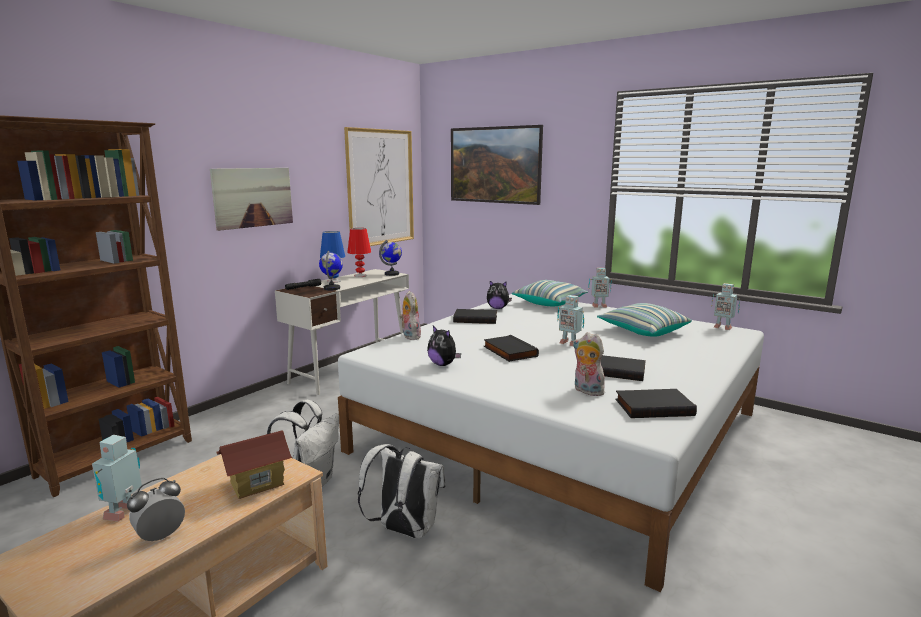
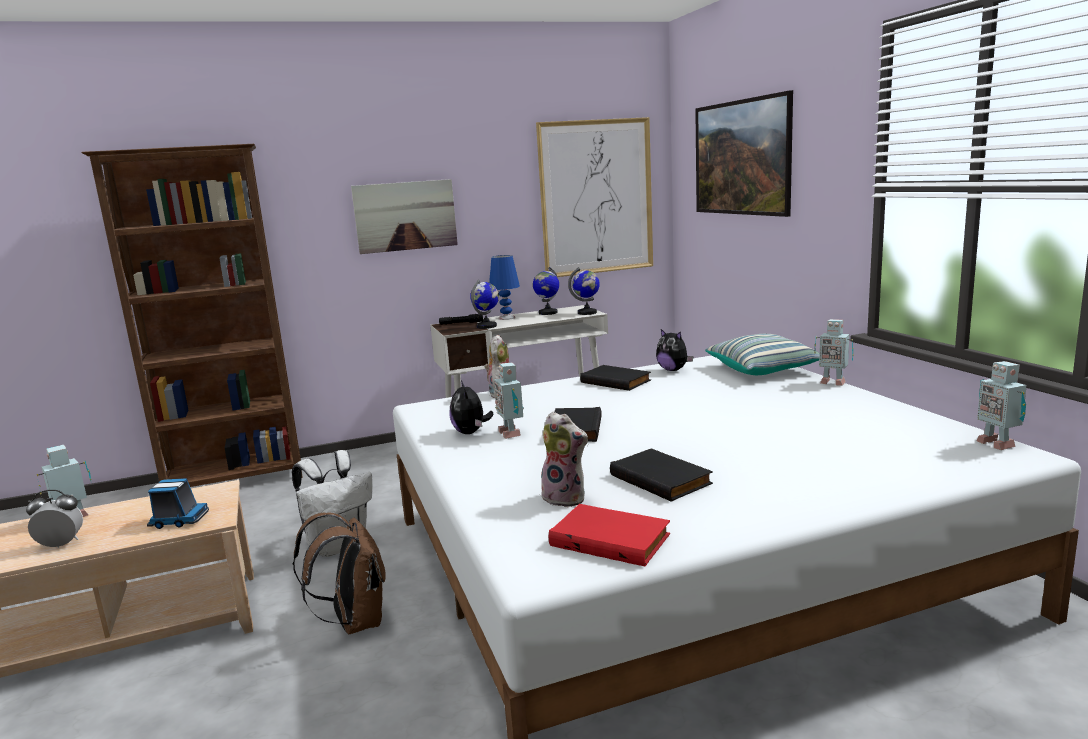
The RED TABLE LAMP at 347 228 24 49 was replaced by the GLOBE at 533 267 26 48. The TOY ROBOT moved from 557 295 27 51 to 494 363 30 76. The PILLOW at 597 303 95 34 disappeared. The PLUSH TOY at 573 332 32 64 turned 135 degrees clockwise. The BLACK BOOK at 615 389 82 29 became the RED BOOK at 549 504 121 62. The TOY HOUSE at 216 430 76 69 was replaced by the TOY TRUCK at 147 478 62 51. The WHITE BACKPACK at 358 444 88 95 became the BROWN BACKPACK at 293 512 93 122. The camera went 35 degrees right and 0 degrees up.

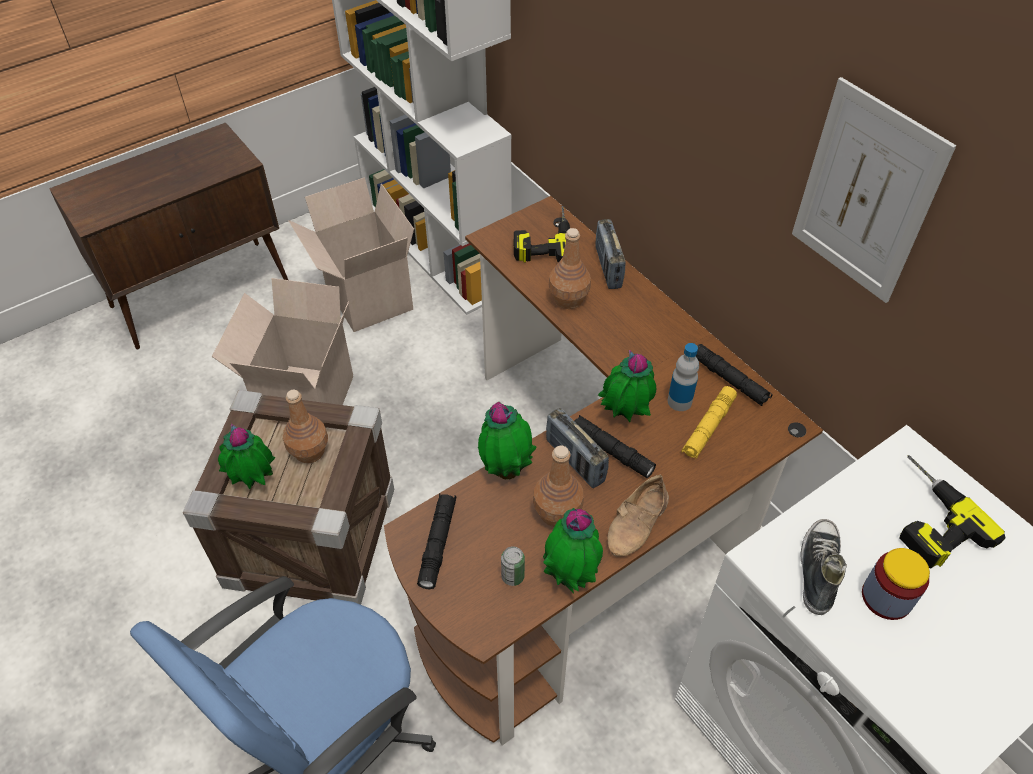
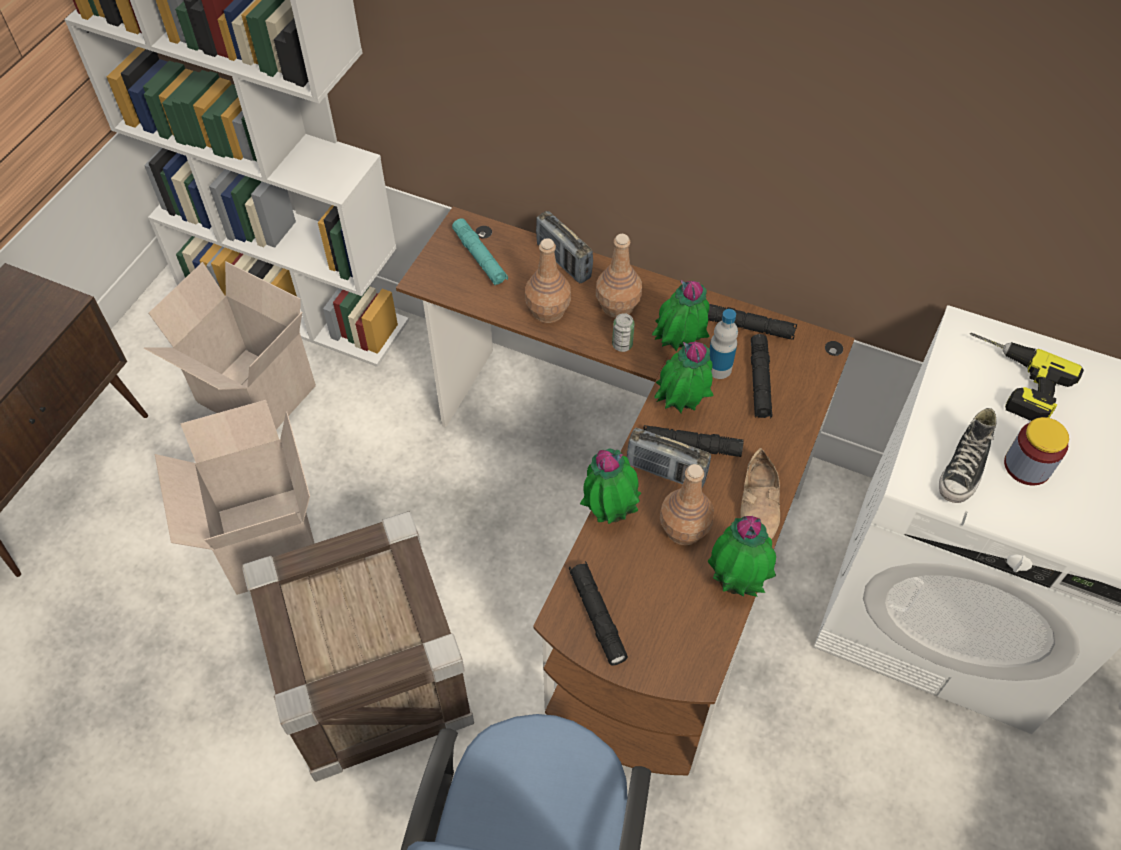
The PICTURE at 792 77 164 226 disappeared. The POWER DRILL at 514 206 56 57 was replaced by the TURQUOISE FLASHLIGHT at 452 218 56 67. The YELLOW FLASHLIGHT at 681 386 56 74 became the BLACK FLASHLIGHT at 751 334 21 84. The BROWN BOTTLE moved from 283 390 45 73 to 596 234 46 84. The POTTED PLANT moved from 218 424 57 65 to 652 280 58 72. The SHOE at 800 519 47 96 turned 135 degrees counterclockwise. The CAN moved from 501 546 24 40 to 612 313 23 39. The camera went 30 degrees left and 5 degrees up.

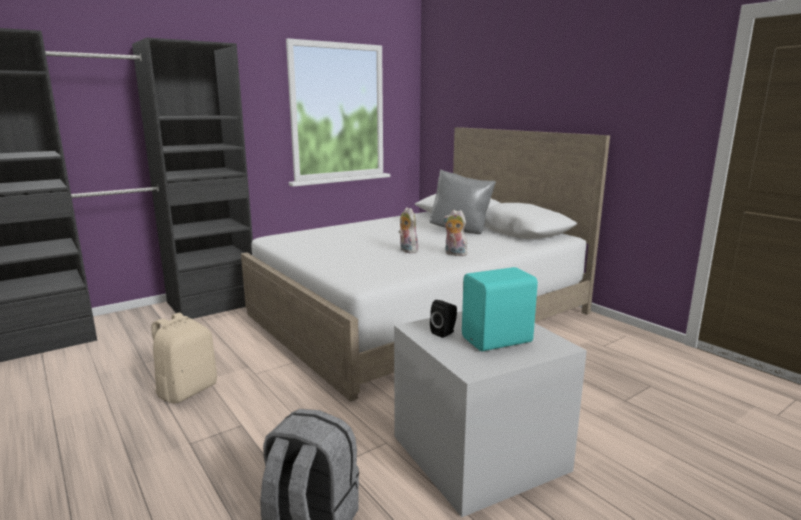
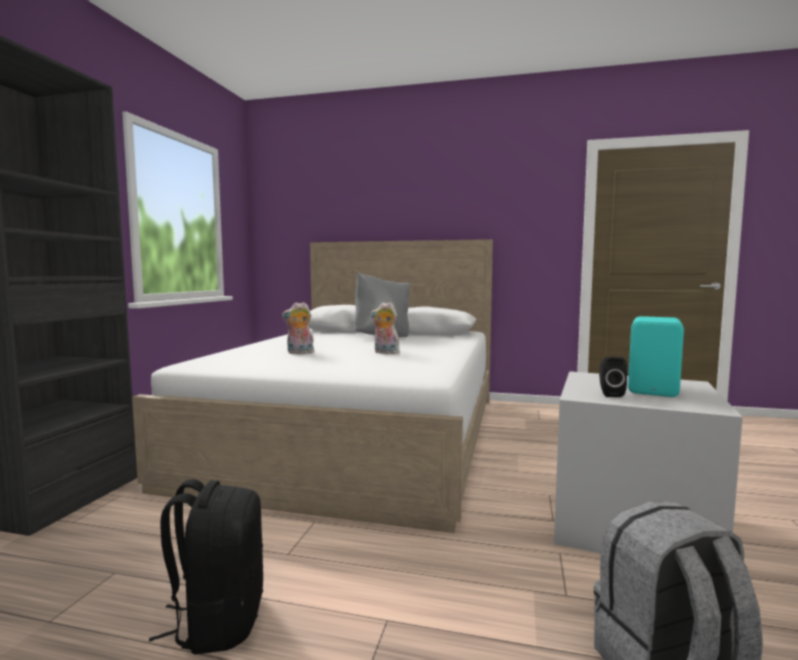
The PLUSH TOY moved from 443 210 24 46 to 282 302 32 52. The BEIGE BACKPACK at 151 313 66 90 became the BLACK BACKPACK at 149 479 114 176. The camera went 40 degrees left and 10 degrees down.

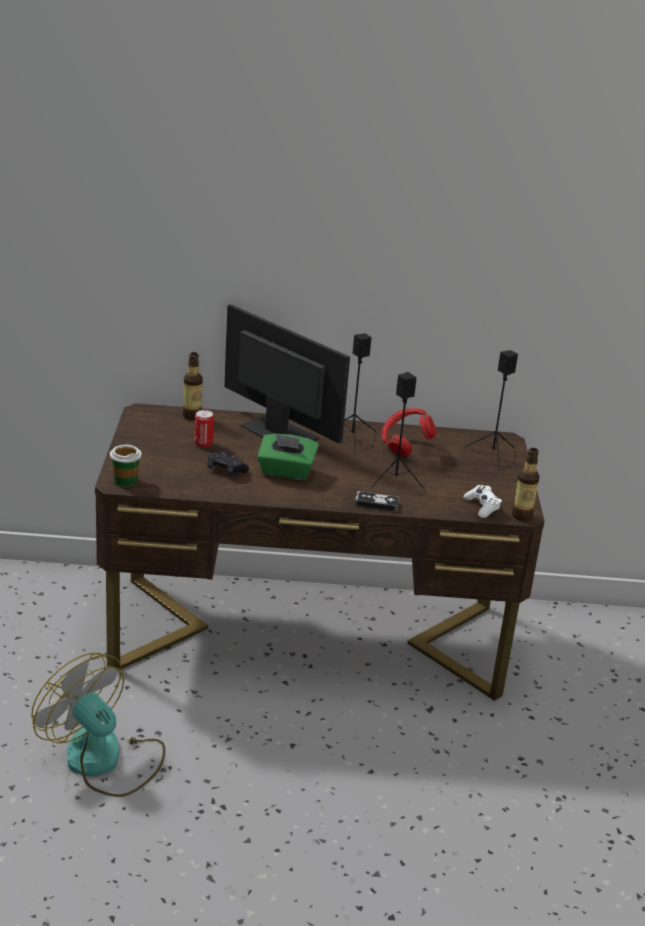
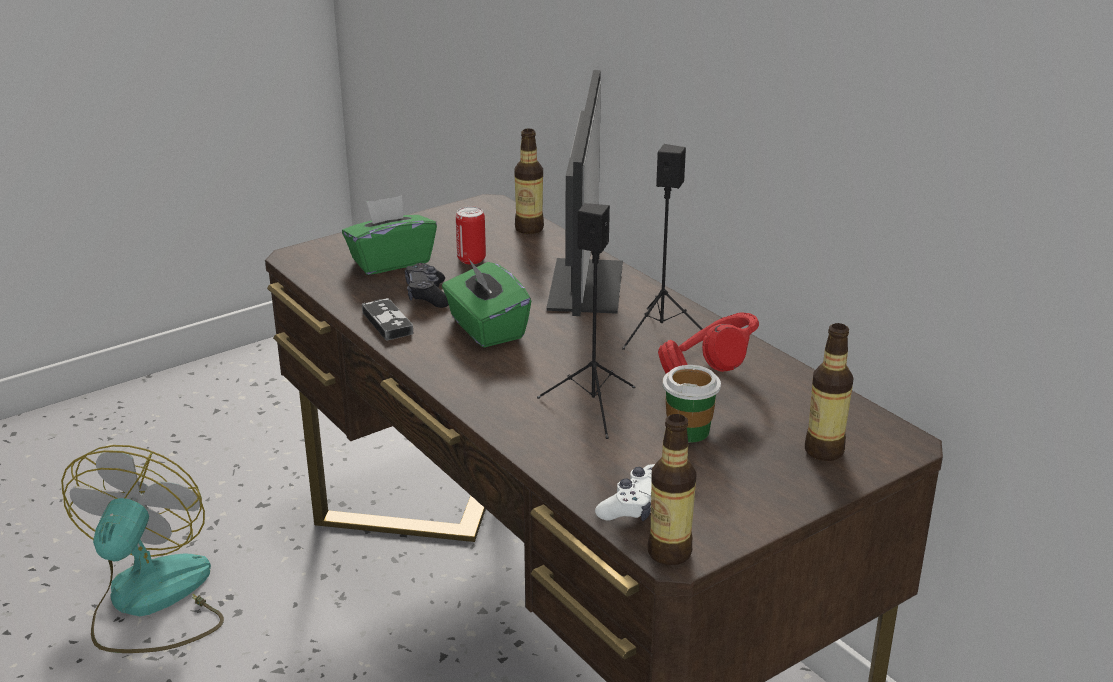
The BLACK SPEAKER at 464 350 54 121 was replaced by the BOTTLE at 805 323 49 138. The CUP moved from 110 445 32 42 to 662 365 59 78. The GAME CONTROLLER moved from 354 491 45 21 to 362 298 51 43. The GREEN TISSUE BOX at 342 195 95 80 appeared. The camera went 55 degrees right and 0 degrees up.

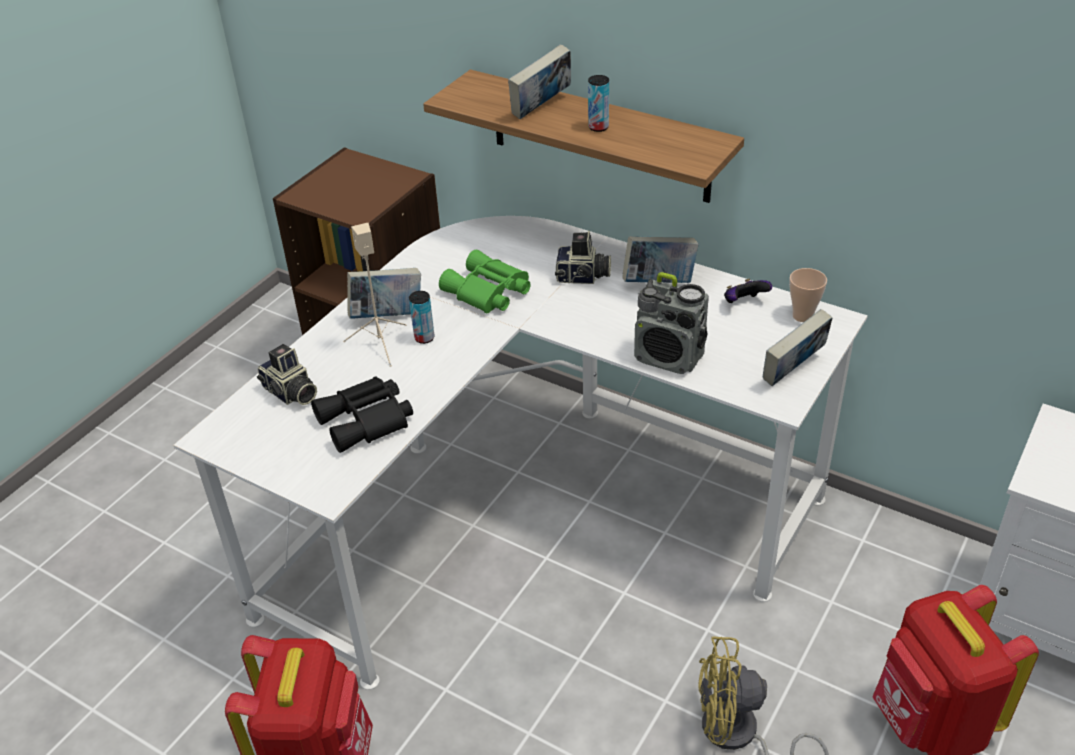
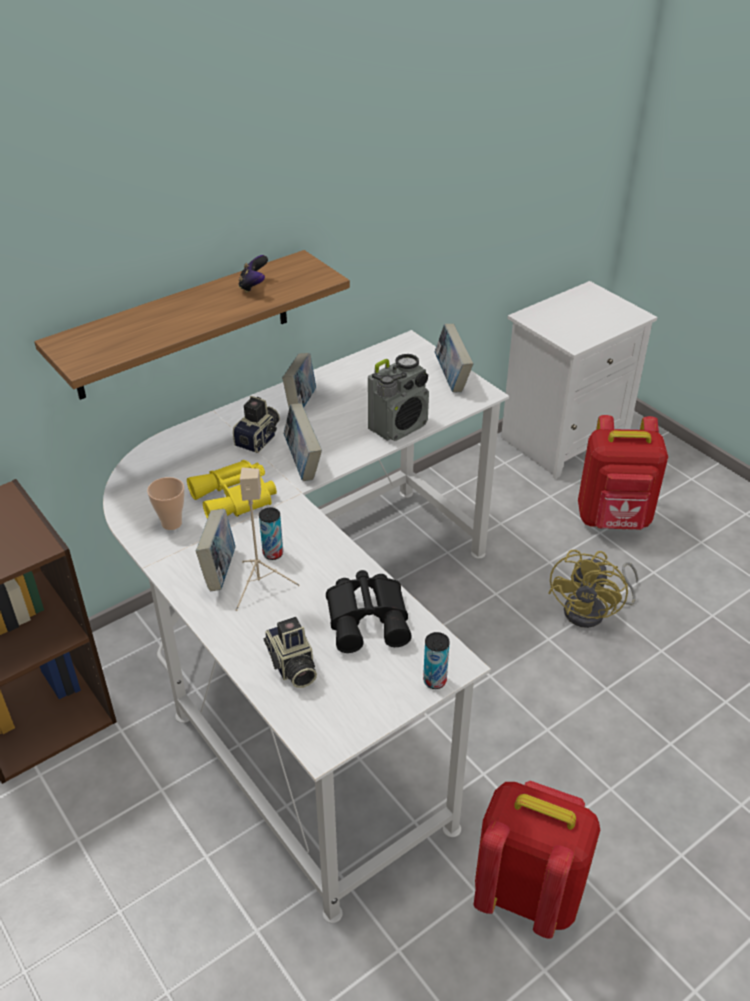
The BOOK moved from 508 44 63 75 to 284 404 38 77. The CAN moved from 588 75 21 57 to 423 632 27 57. The GREEN BINOCULARS at 439 250 92 63 became the YELLOW BINOCULARS at 187 460 90 59. The CUP moved from 789 268 38 54 to 147 477 38 53. The GAME CONTROLLER moved from 724 279 48 24 to 238 255 30 38. The PHOTO CAMERA at 257 344 60 61 turned 90 degrees clockwise. The camera went 70 degrees left and 0 degrees up.

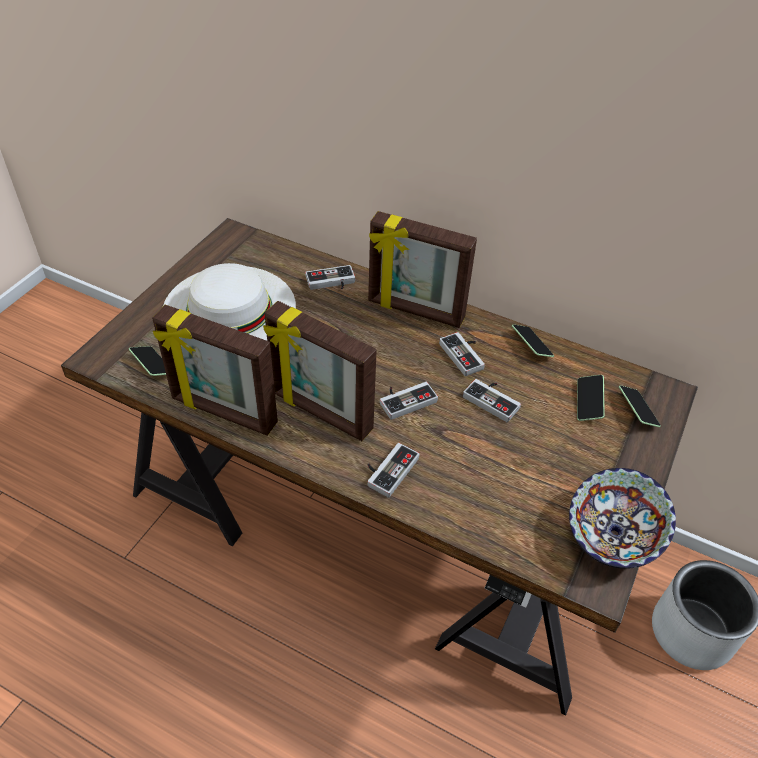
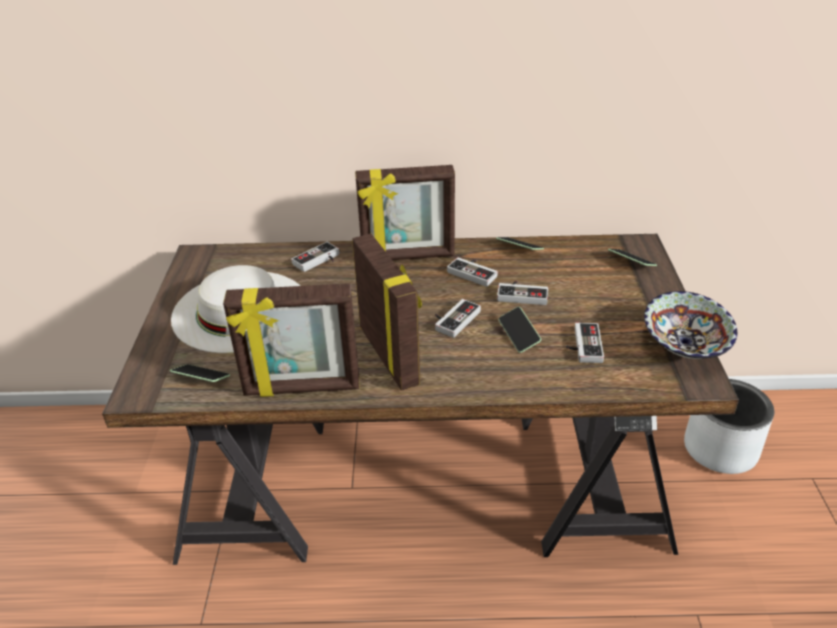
The PICTURE FRAME at 263 301 114 140 turned 120 degrees counterclockwise. The PHONE moved from 577 375 28 46 to 498 307 43 46. The GAME CONTROLLER moved from 367 443 52 55 to 566 322 38 41. The camera went 25 degrees left and 10 degrees down.

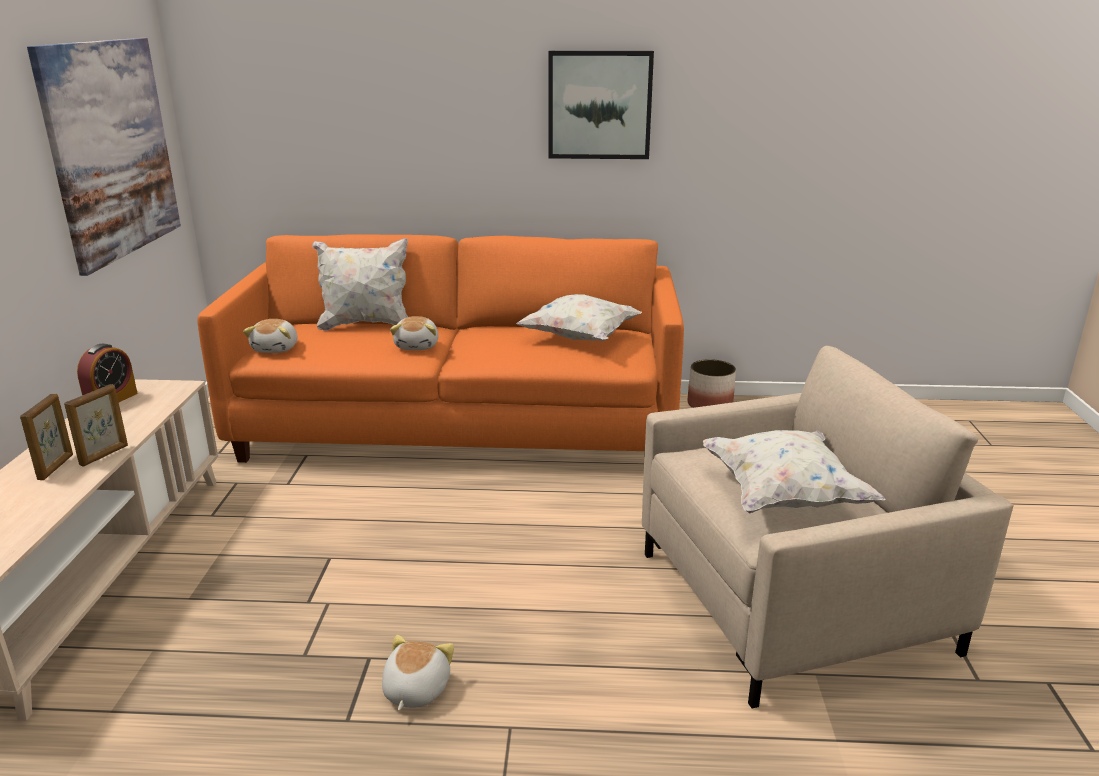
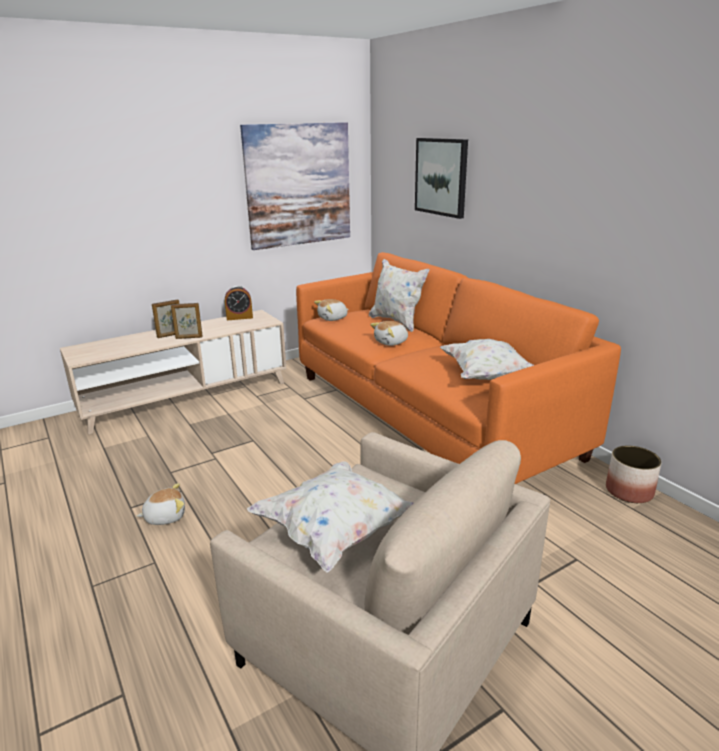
The PICTURE moved from 548 51 106 108 to 415 138 53 81. The camera went 55 degrees right and 0 degrees up.

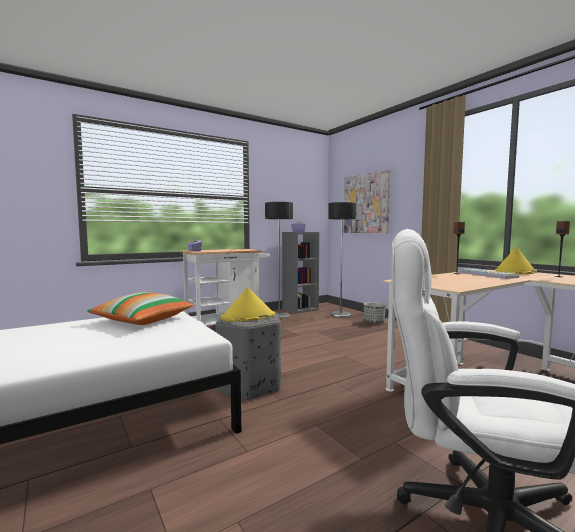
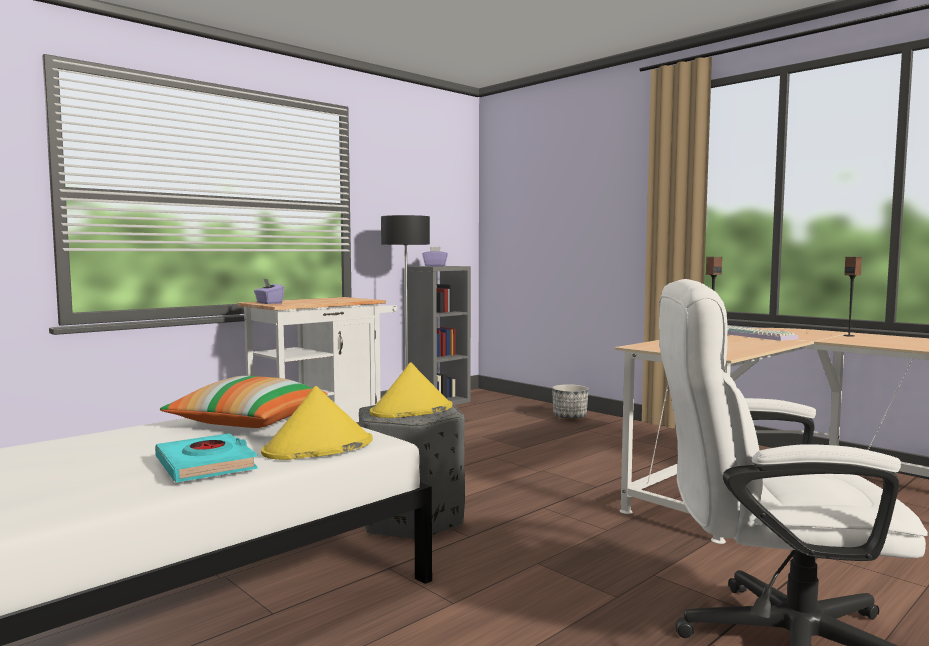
The PICTURE at 344 170 46 63 disappeared. The FLOOR LAMP at 328 202 28 116 disappeared. The YELLOW HAT moved from 493 246 44 29 to 261 386 112 74. The TURQUOISE BOOK at 155 433 102 49 appeared. The camera went 10 degrees left and 0 degrees up.

